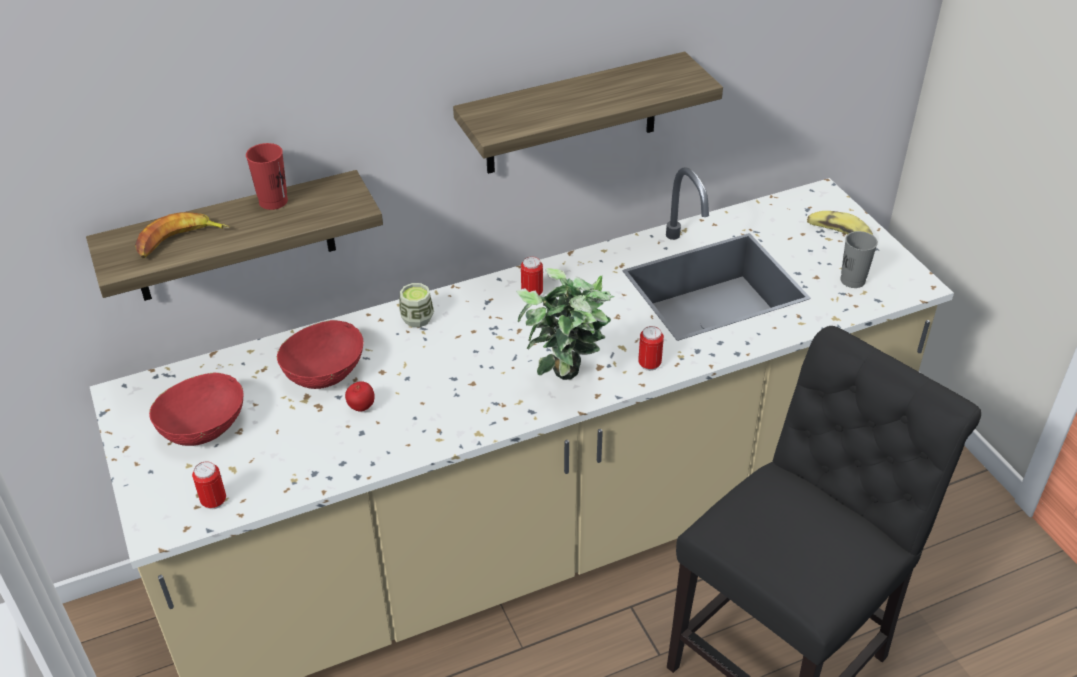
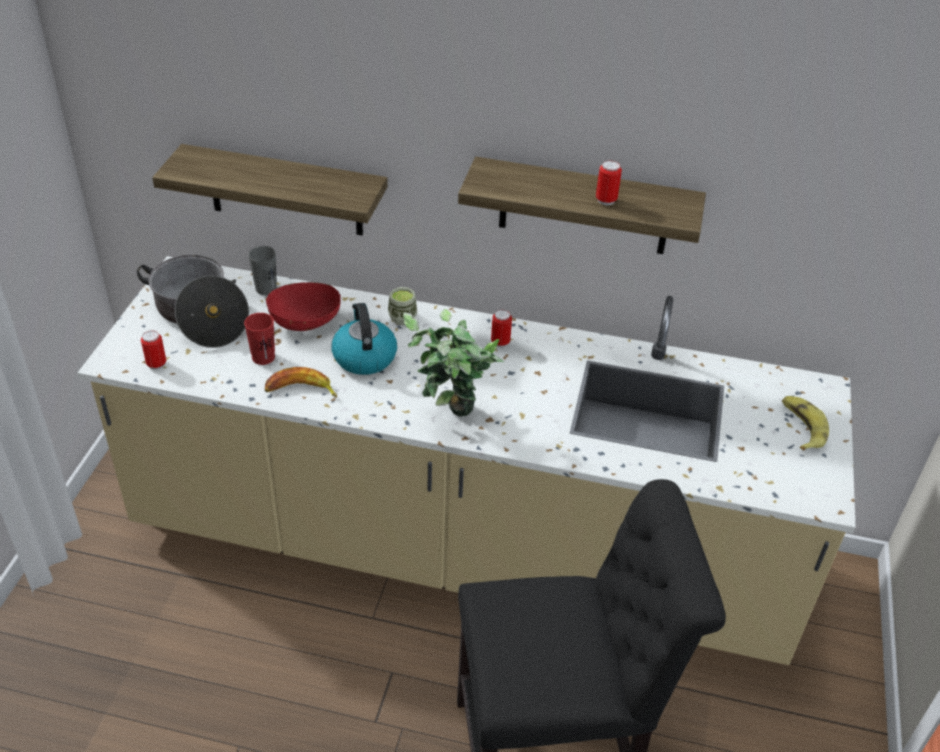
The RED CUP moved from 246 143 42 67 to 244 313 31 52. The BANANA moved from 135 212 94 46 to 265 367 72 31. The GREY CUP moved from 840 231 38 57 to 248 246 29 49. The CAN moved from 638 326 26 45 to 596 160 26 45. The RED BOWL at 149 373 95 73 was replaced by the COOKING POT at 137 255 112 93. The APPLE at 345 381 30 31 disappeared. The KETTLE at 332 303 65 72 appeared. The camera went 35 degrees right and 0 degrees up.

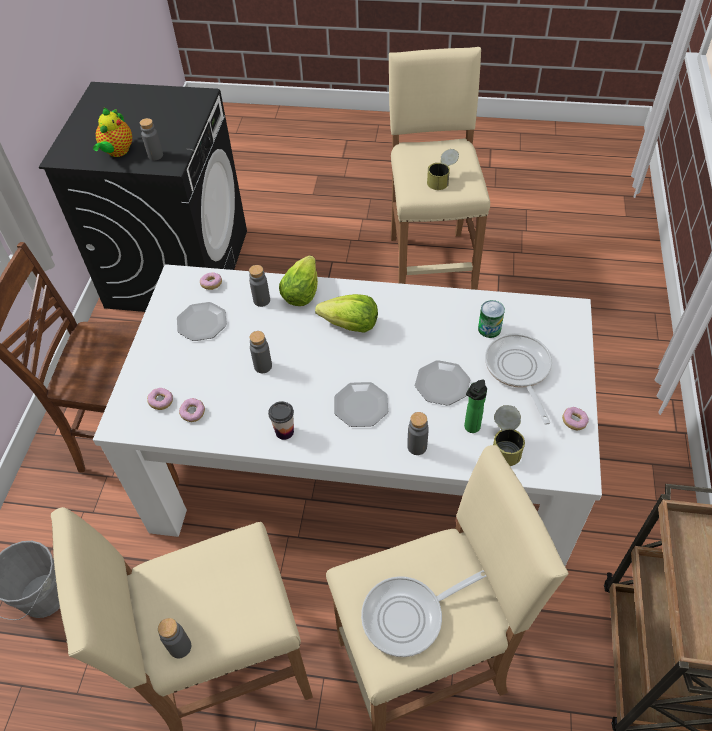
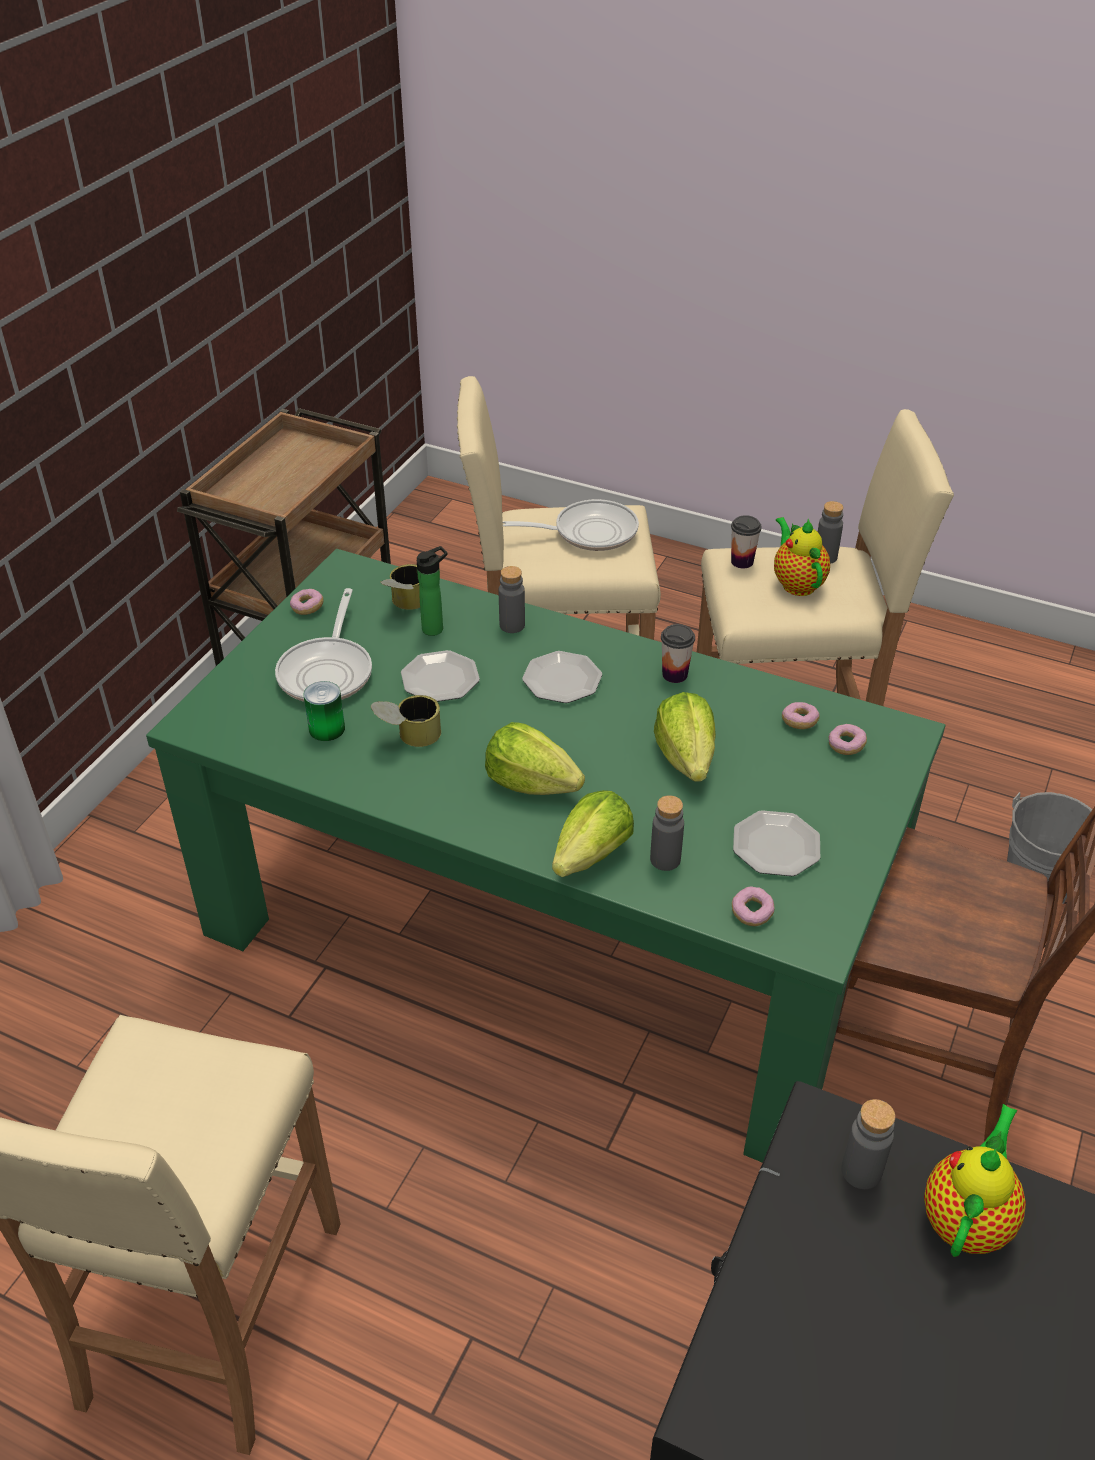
The CAN moved from 427 149 32 41 to 371 695 70 52. The WHITE DINING TABLE at 93 264 509 302 became the GREEN DINING TABLE at 146 549 800 614. The GREY BOTTLE at 249 331 23 42 was replaced by the LETTUCE at 654 692 62 89. The CUP at 731 515 31 54 appeared. The TEAPOT at 774 517 56 79 appeared. The camera went 165 degrees left and 10 degrees down.

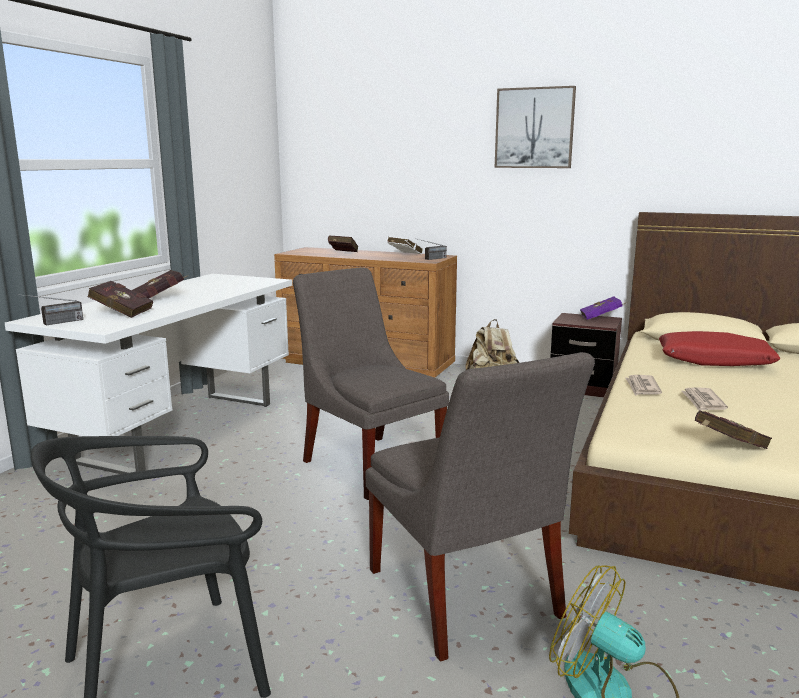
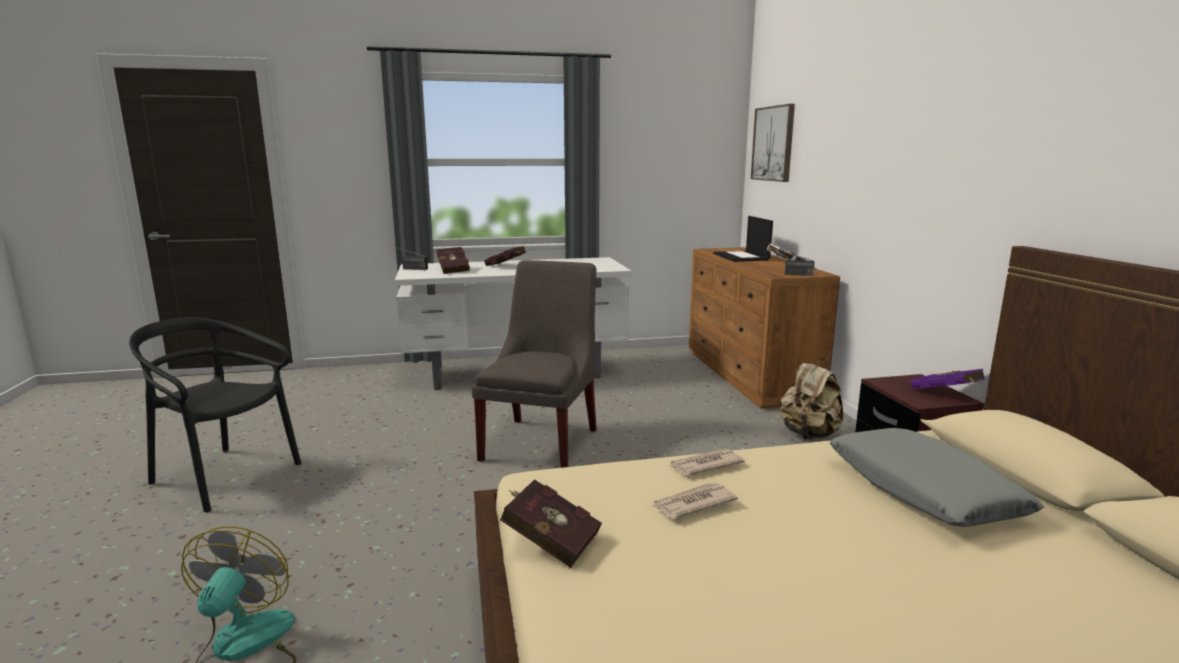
The PICTURE moved from 495 86 81 82 to 751 104 44 78. The RED BOOK at 328 236 30 16 was replaced by the LAPTOP at 713 216 60 46. The RED PILLOW at 659 331 121 35 became the GREY PILLOW at 830 428 214 99. The GREY CHAIR at 366 352 229 309 disappeared. The camera went 55 degrees right and 0 degrees up.

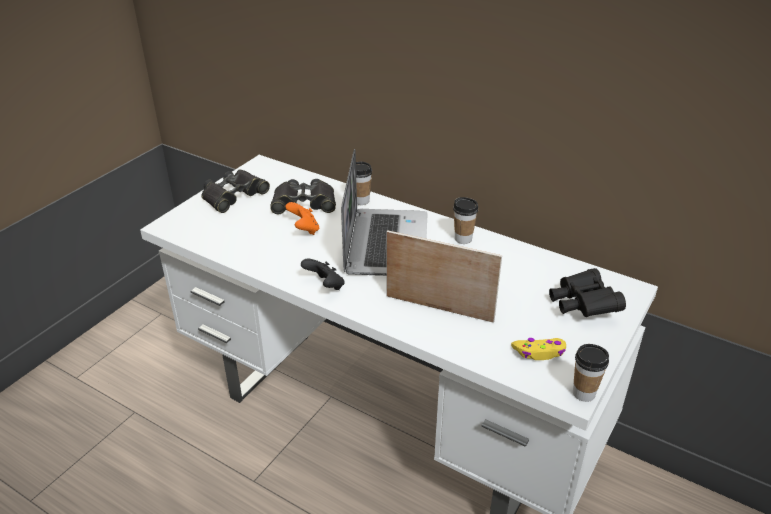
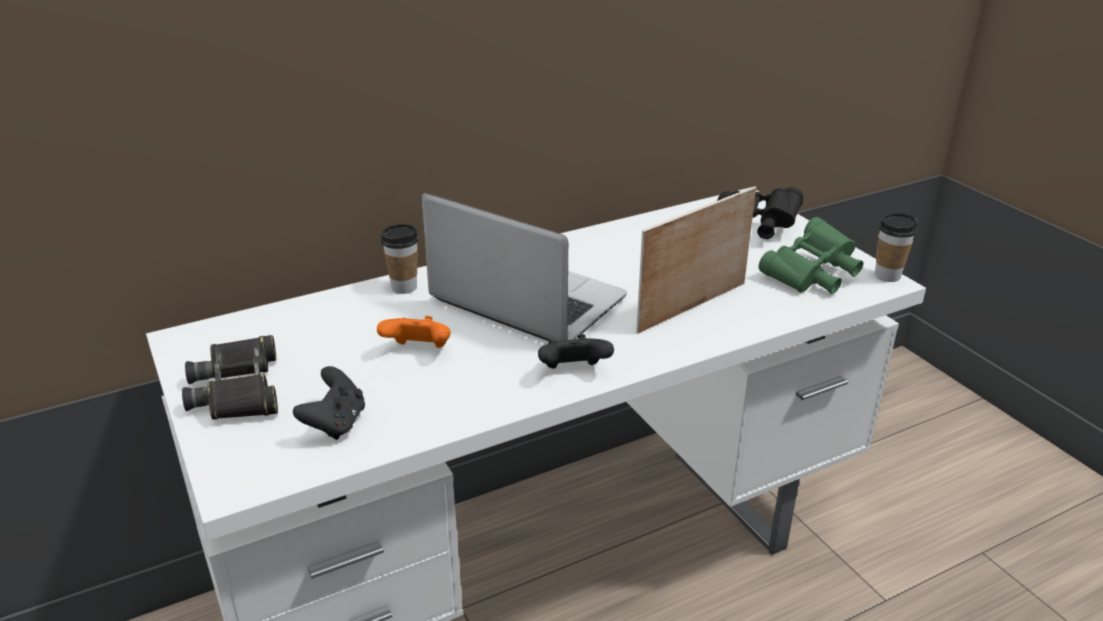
The BLACK BINOCULARS at 270 179 66 35 disappeared. The CUP at 453 197 26 47 disappeared. The YELLOW GAME CONTROLLER at 511 338 55 22 was replaced by the GREEN BINOCULARS at 759 217 104 77. The BLACK GAME CONTROLLER at 293 366 72 74 appeared. The camera went 60 degrees left and 5 degrees down.

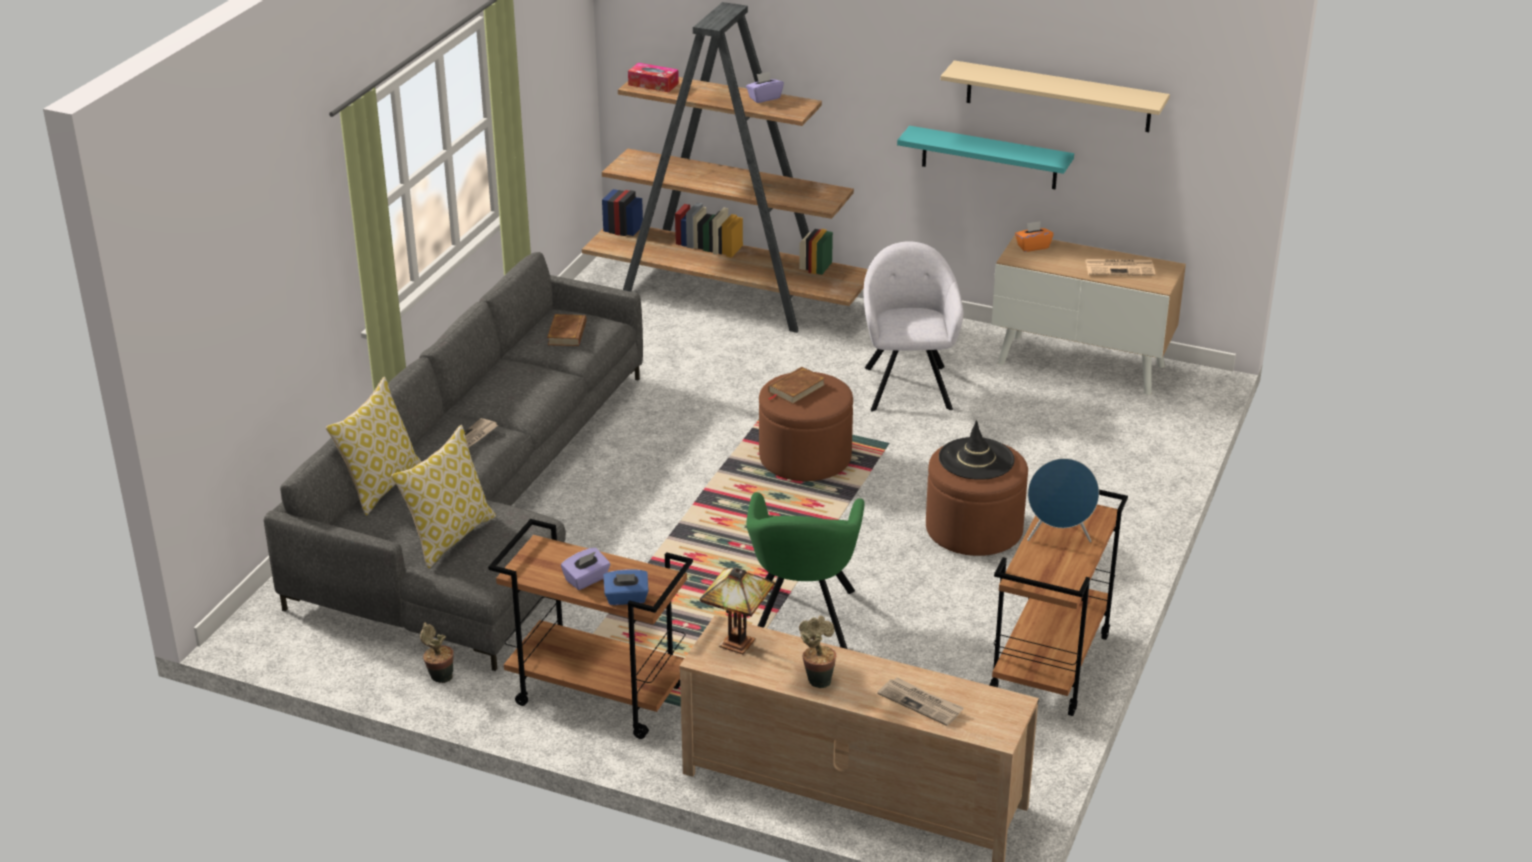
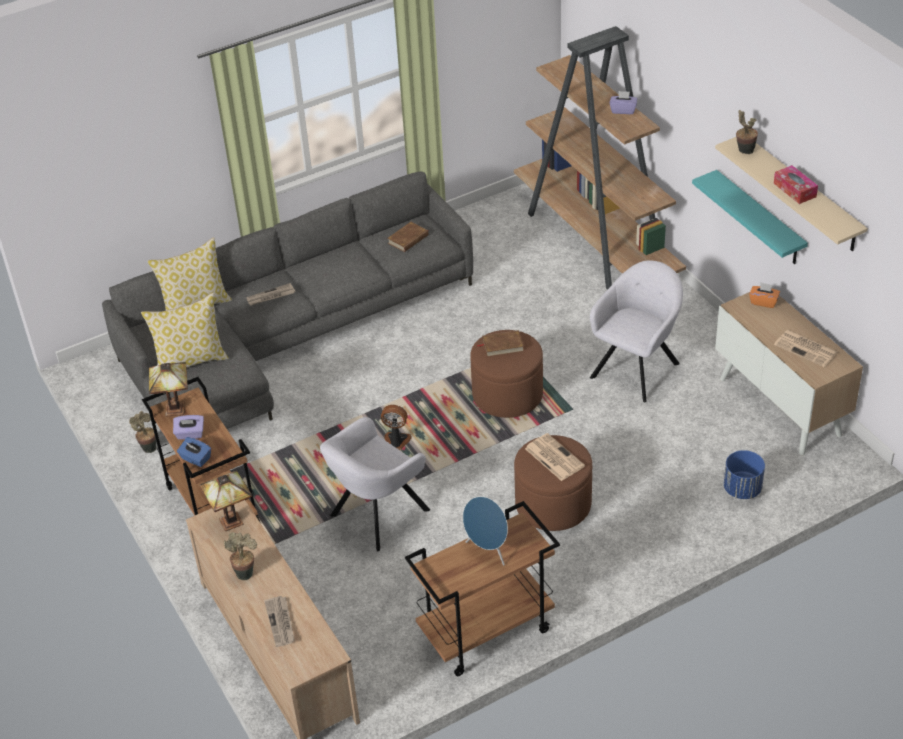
The TISSUE BOX moved from 628 63 51 29 to 774 165 44 39. The BLACK HAT at 939 420 76 60 was replaced by the NEWSPAPER at 525 433 60 48. The GREEN ARMCHAIR at 746 492 119 157 became the GREY ARMCHAIR at 320 417 110 134. The POTTED PLANT at 736 110 22 44 appeared. The TABLE LAMP at 149 362 39 55 appeared. The FAN at 381 405 31 45 appeared. The BLUE PLANTER at 724 450 41 49 appeared. The camera went 40 degrees right and 10 degrees up.

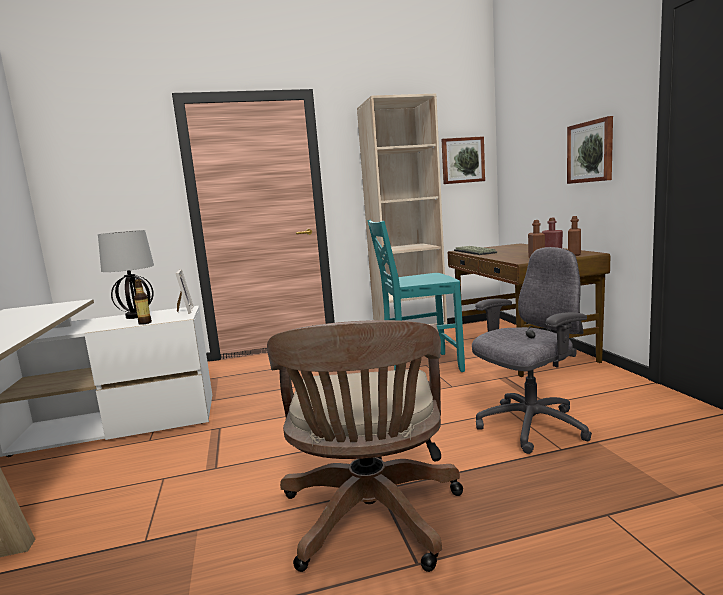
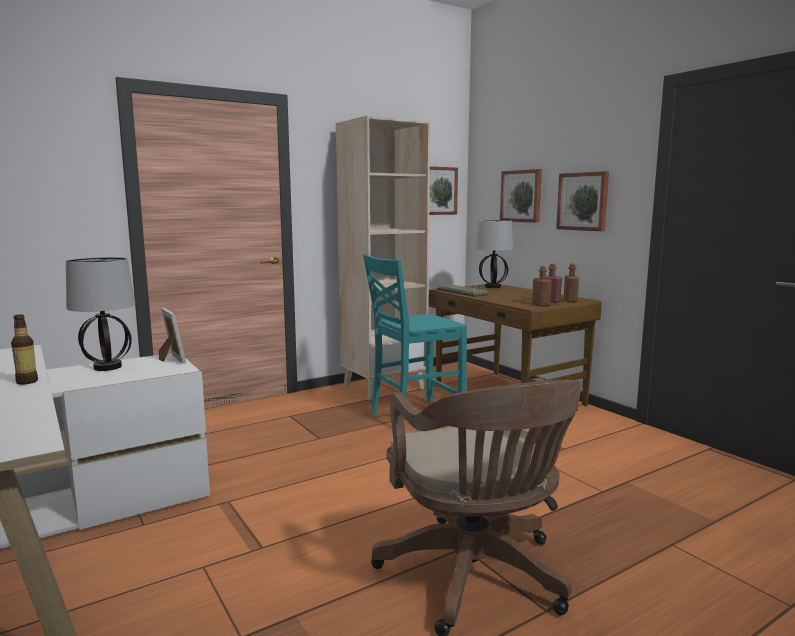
The GREY OFFICE CHAIR at 472 247 120 207 disappeared. The BOTTLE moved from 134 279 18 46 to 11 314 27 71. The PICTURE at 500 169 42 54 appeared. The TABLE LAMP at 475 220 38 68 appeared. The camera went 20 degrees left and 0 degrees up.

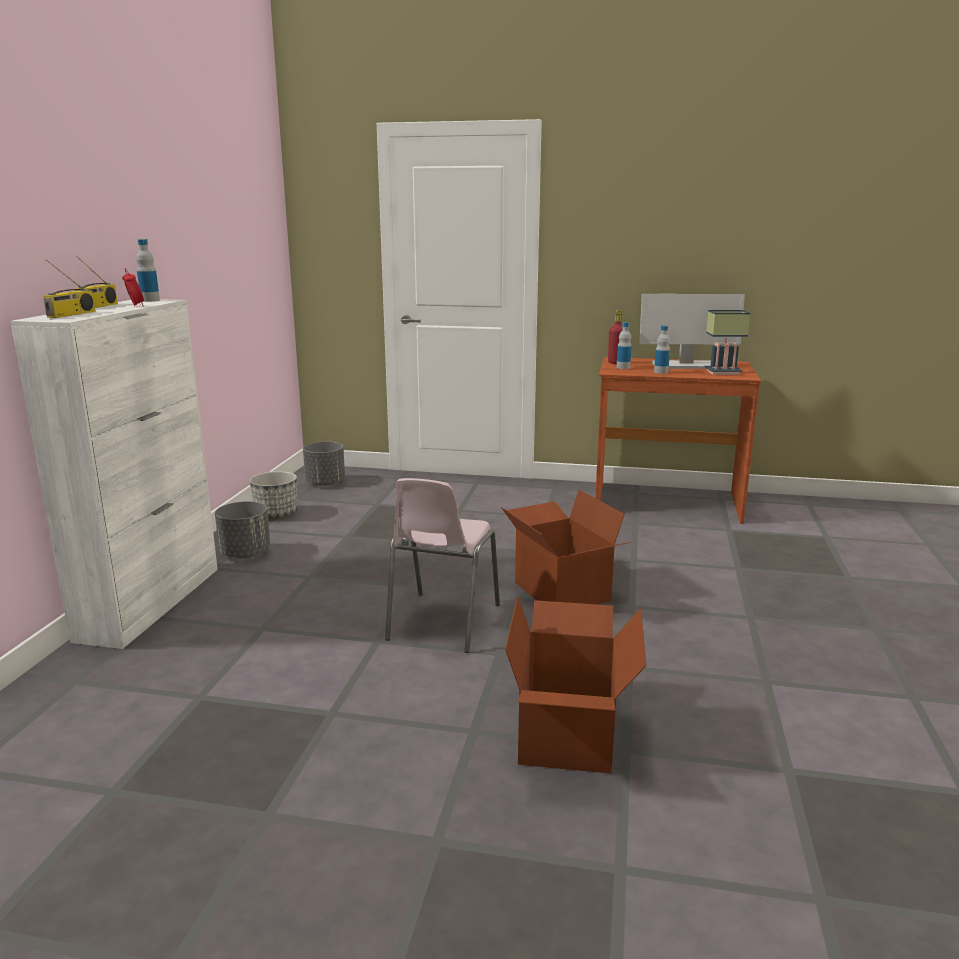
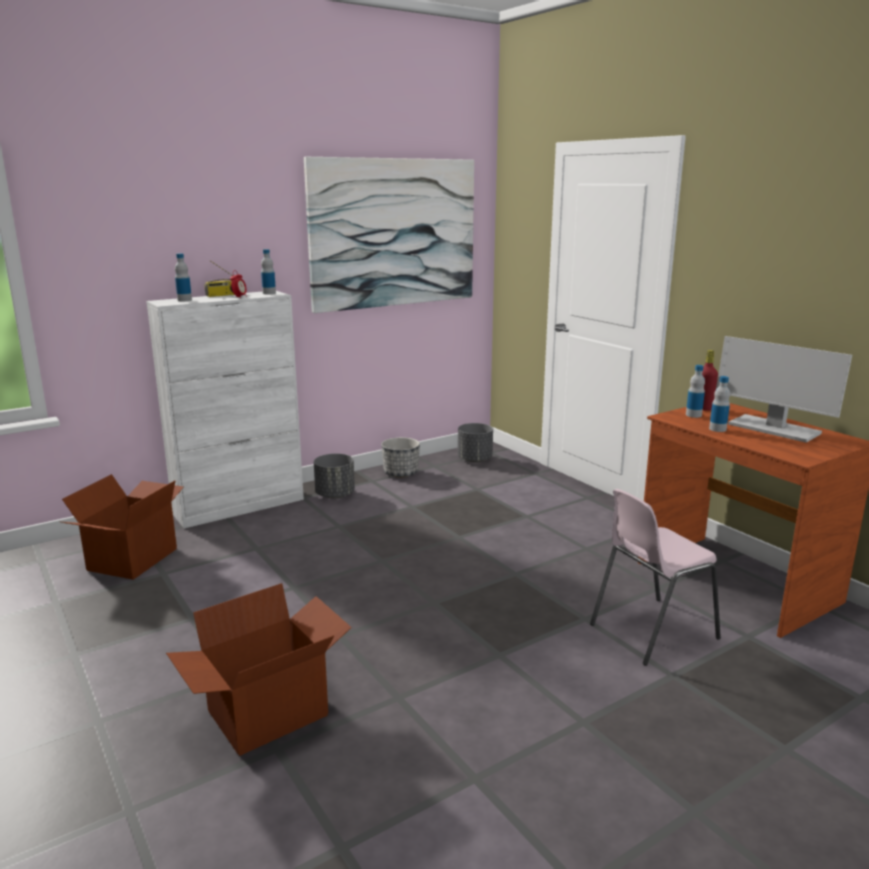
The RADIO at 43 260 52 58 was replaced by the BOTTLE at 175 253 17 48. The TABLE LAMP at 704 310 46 65 disappeared. The PINK CHAIR moved from 385 478 115 175 to 590 489 131 177. The CARDBOARD BOX moved from 501 490 130 115 to 62 474 121 106. The PICTURE at 304 157 170 156 appeared. The camera went 45 degrees right and 0 degrees up.

